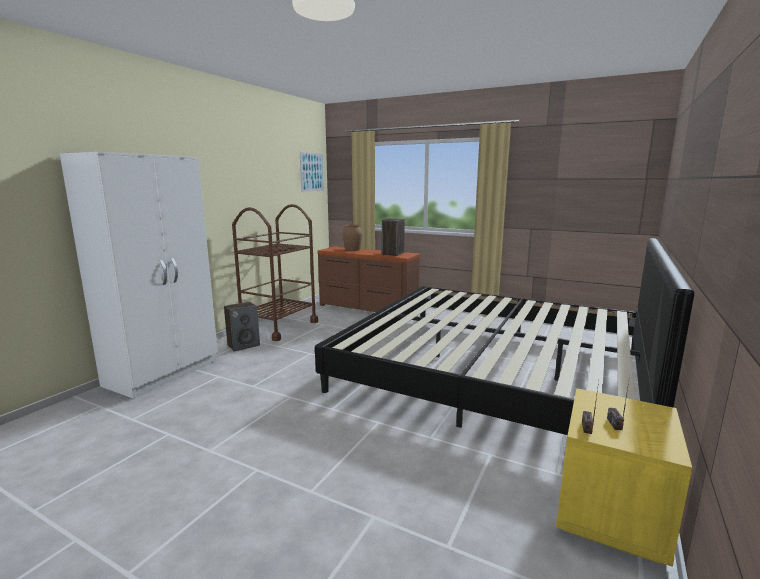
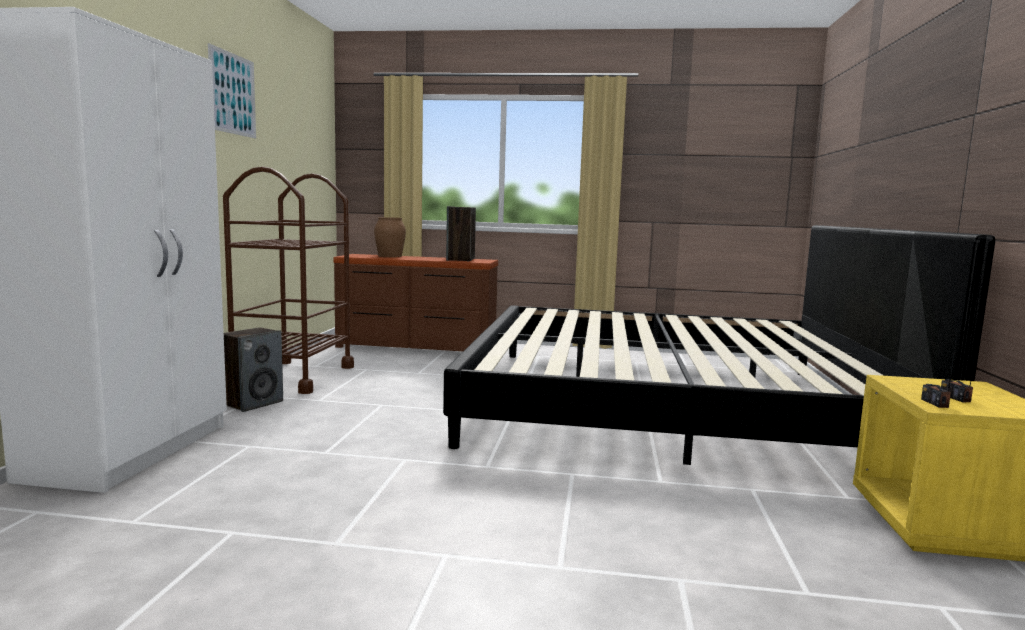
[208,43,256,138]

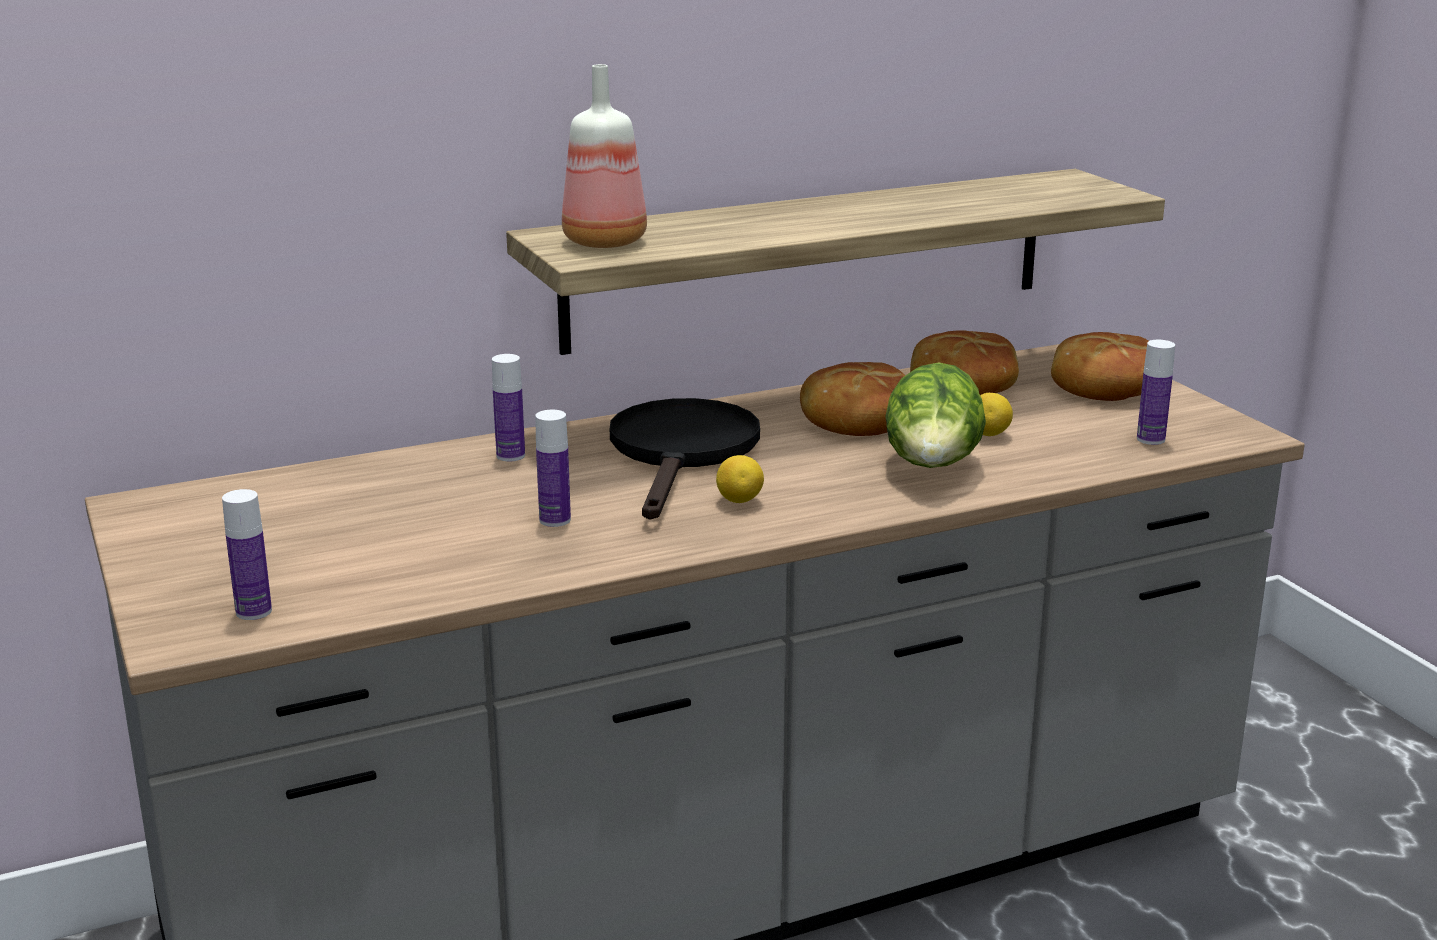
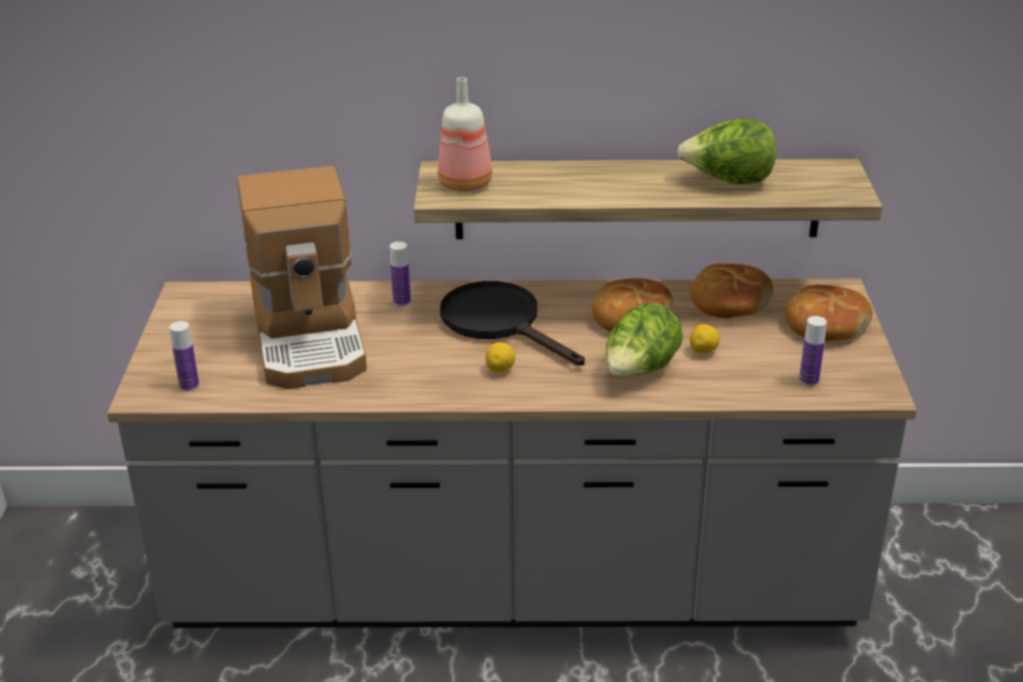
[535,410,571,527] (first image)
[237,166,367,389]
[677,118,776,184]
[440,281,585,366]

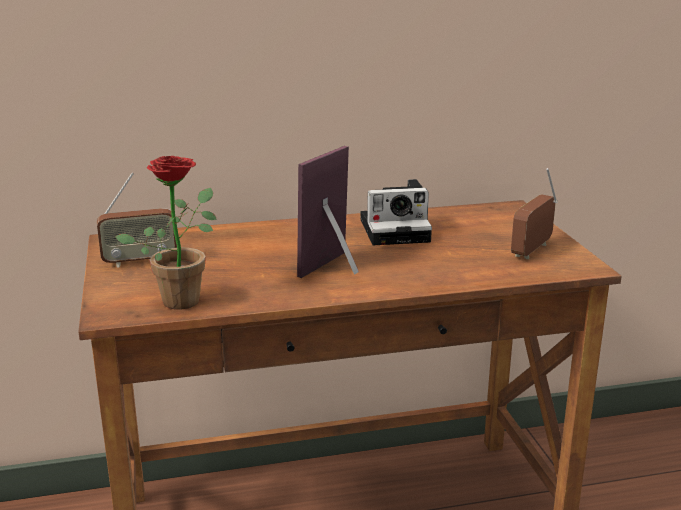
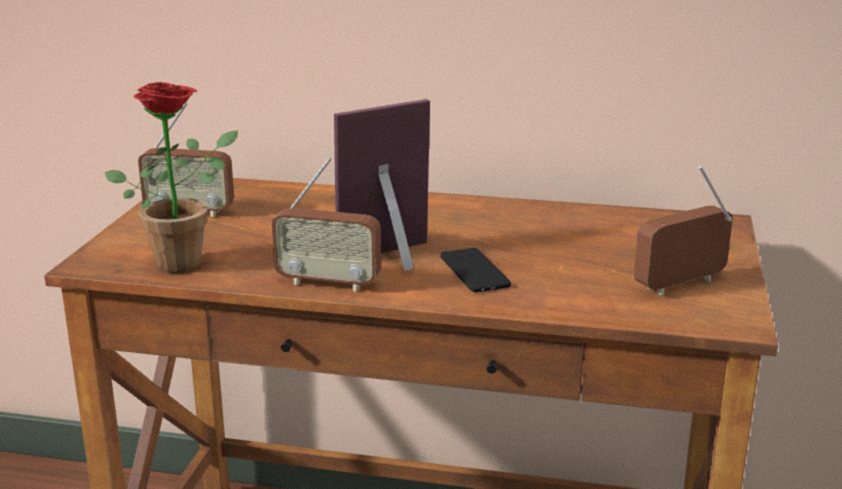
[360,179,432,246] (first image)
[272,157,381,292]
[440,248,511,292]

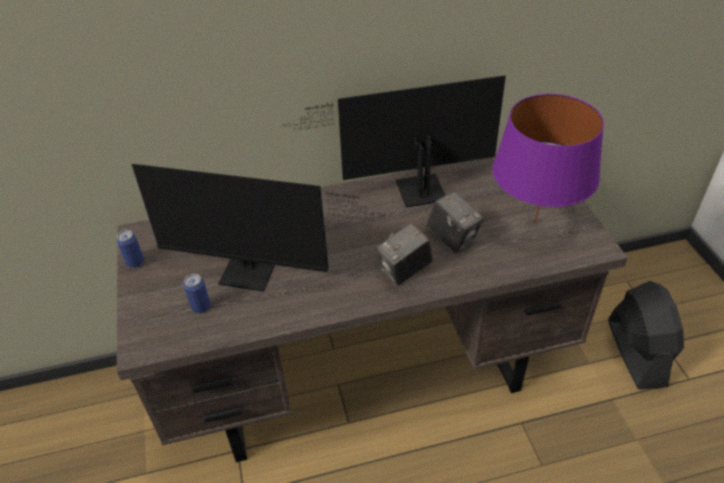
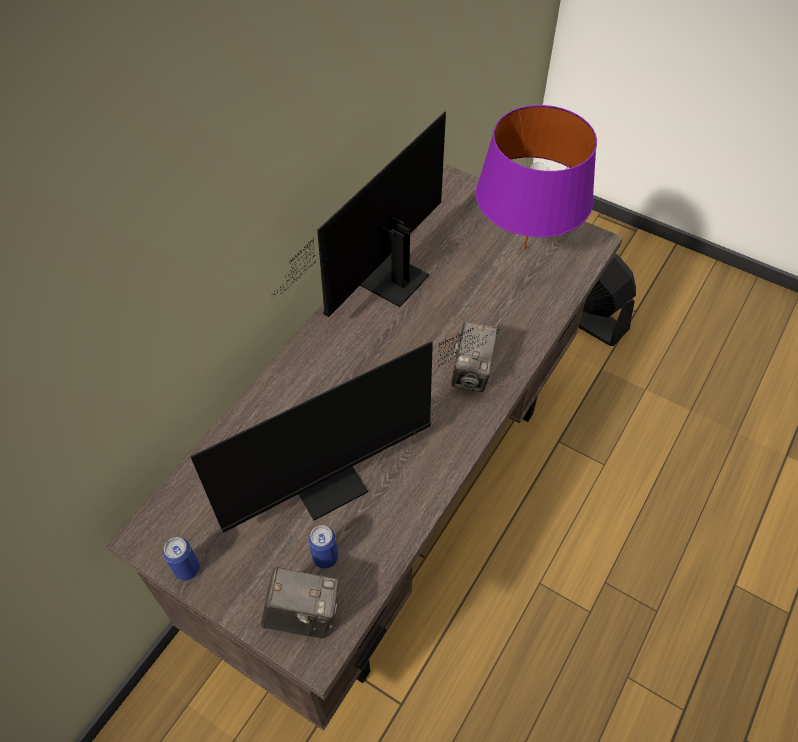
[261,567,339,639]

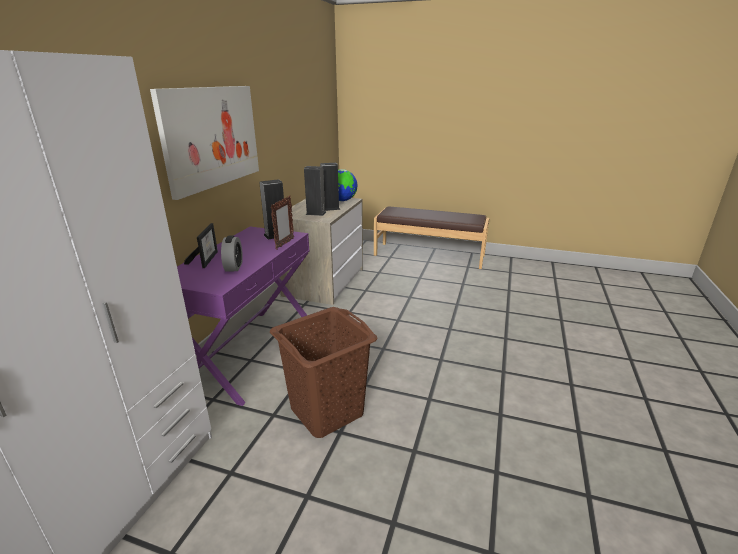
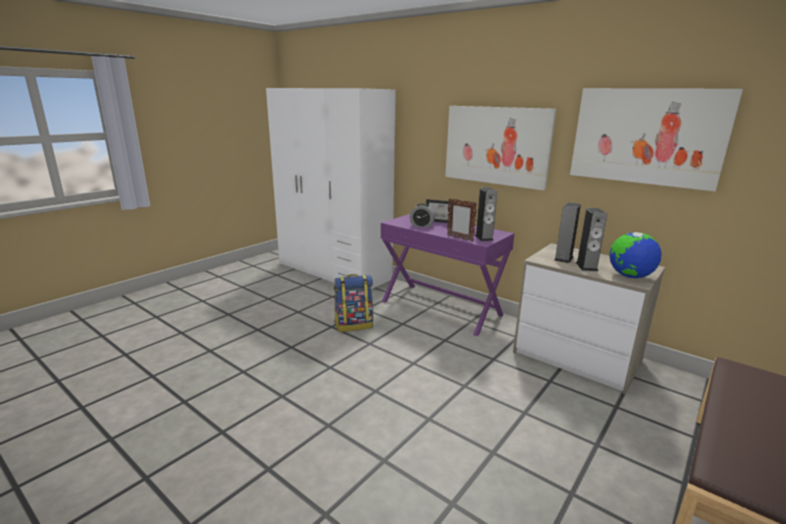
[570,88,743,191]
[334,274,373,332]

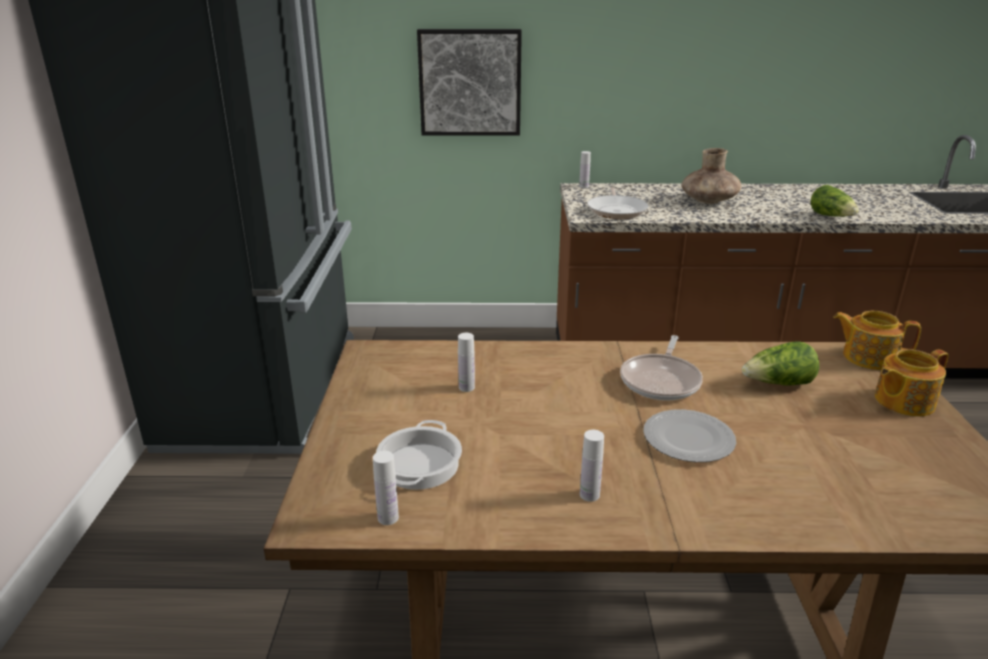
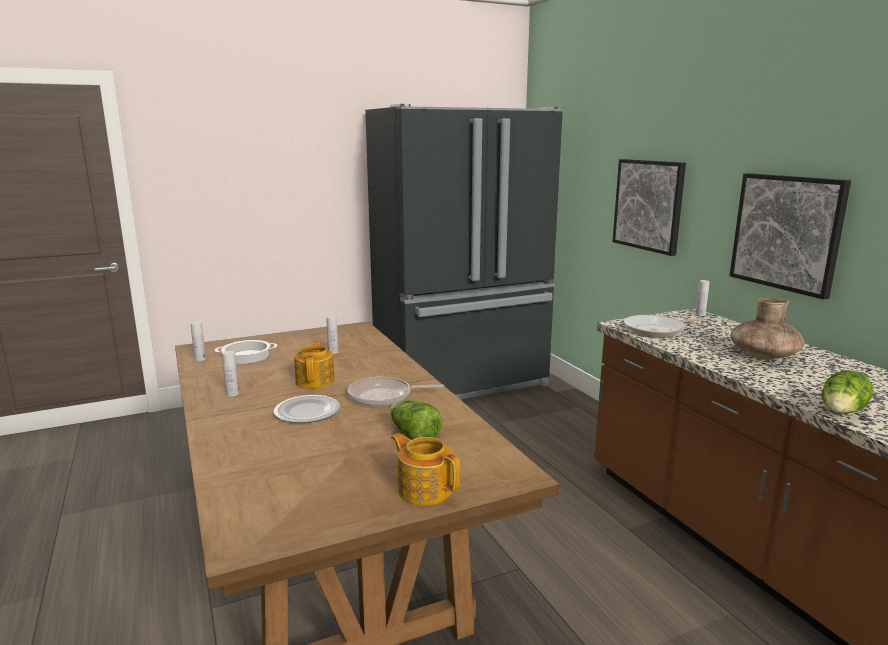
[730,173,851,300]
[294,341,334,389]

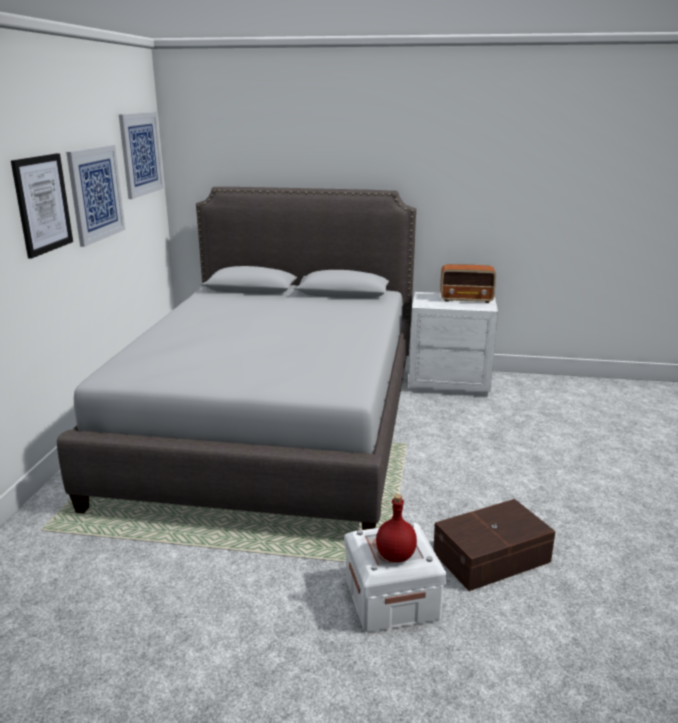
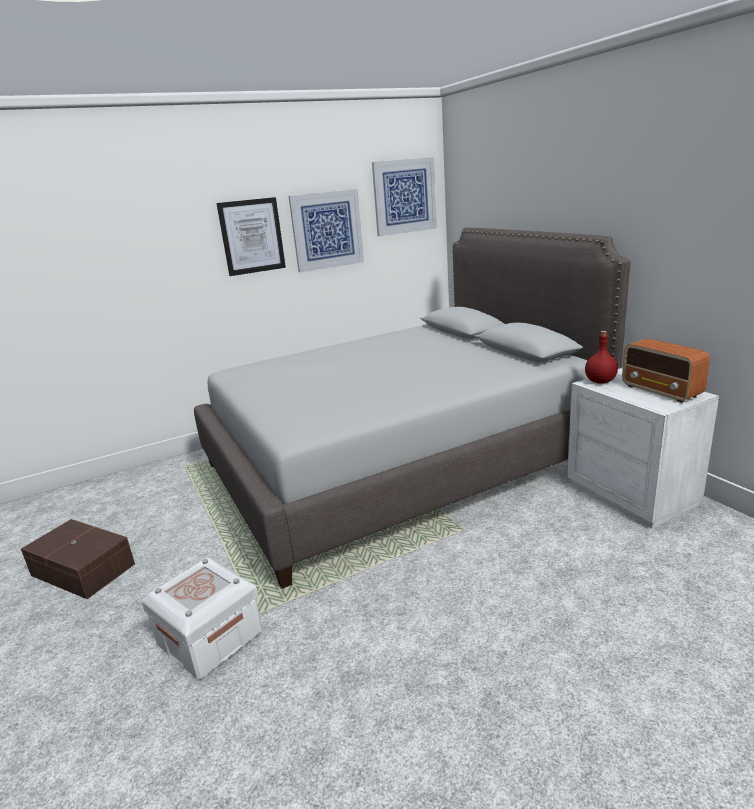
[585,331,618,384]
[21,519,135,599]

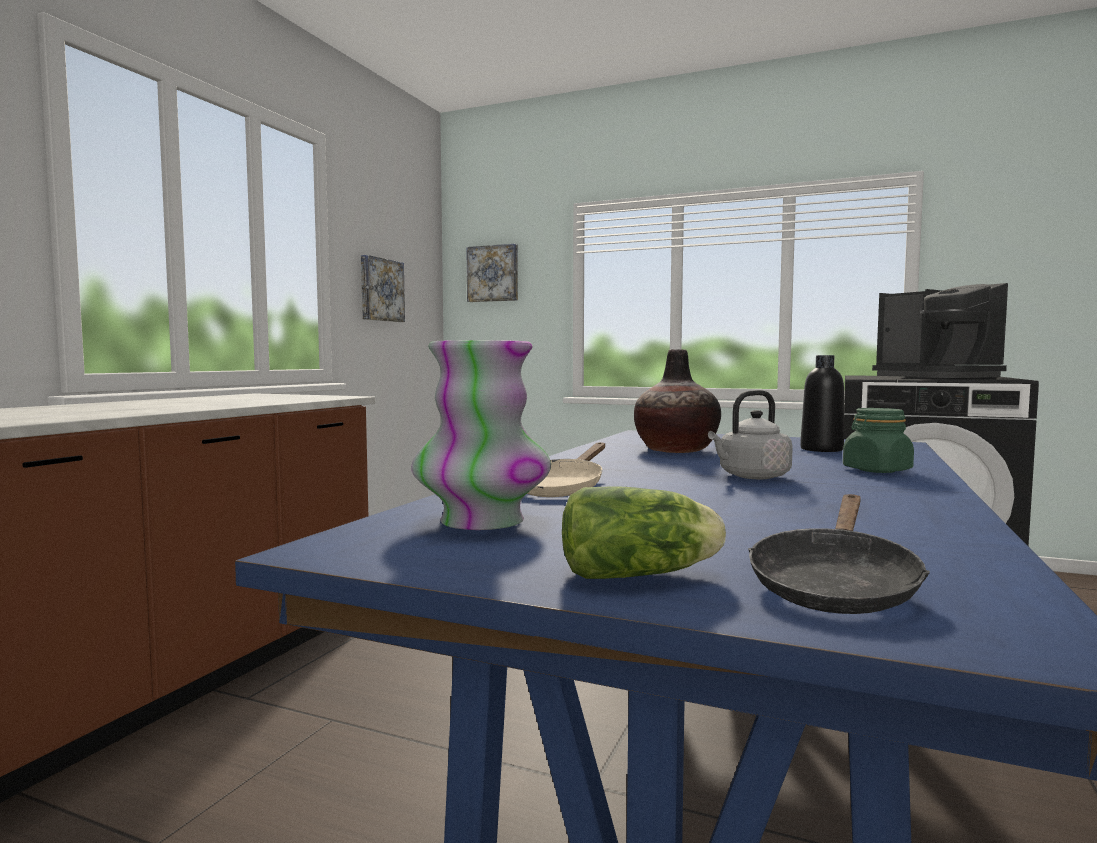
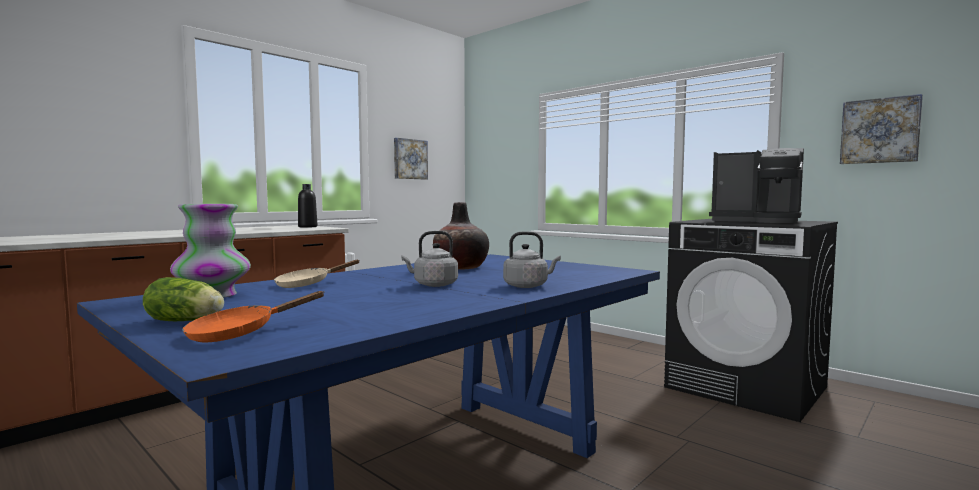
[840,94,923,164]
[298,184,317,228]
[503,232,561,288]
[182,291,325,342]
[709,148,804,223]

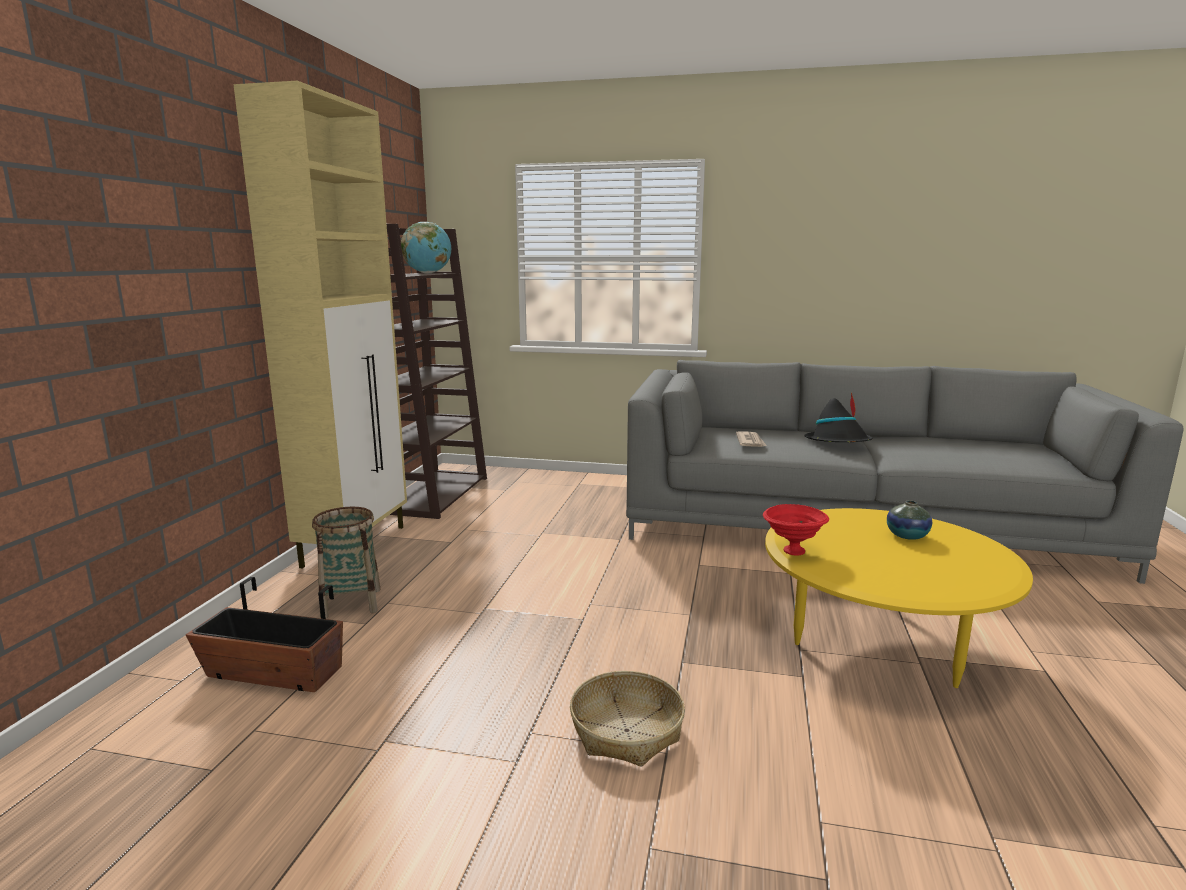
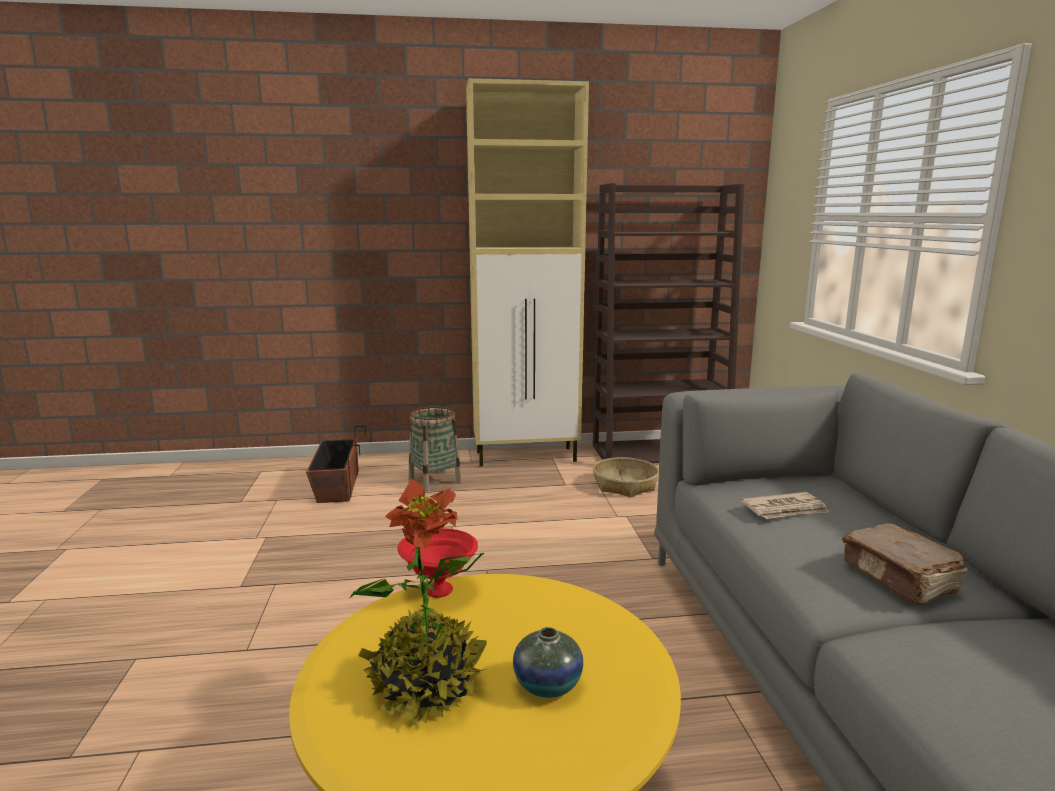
[401,222,451,274] (first image)
[350,479,486,727]
[593,457,659,498]
[842,523,968,605]

